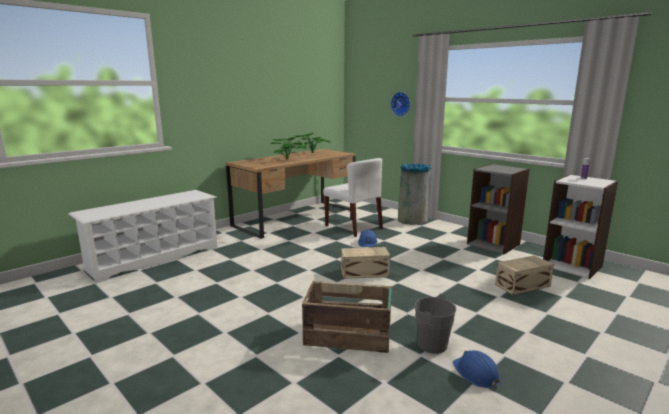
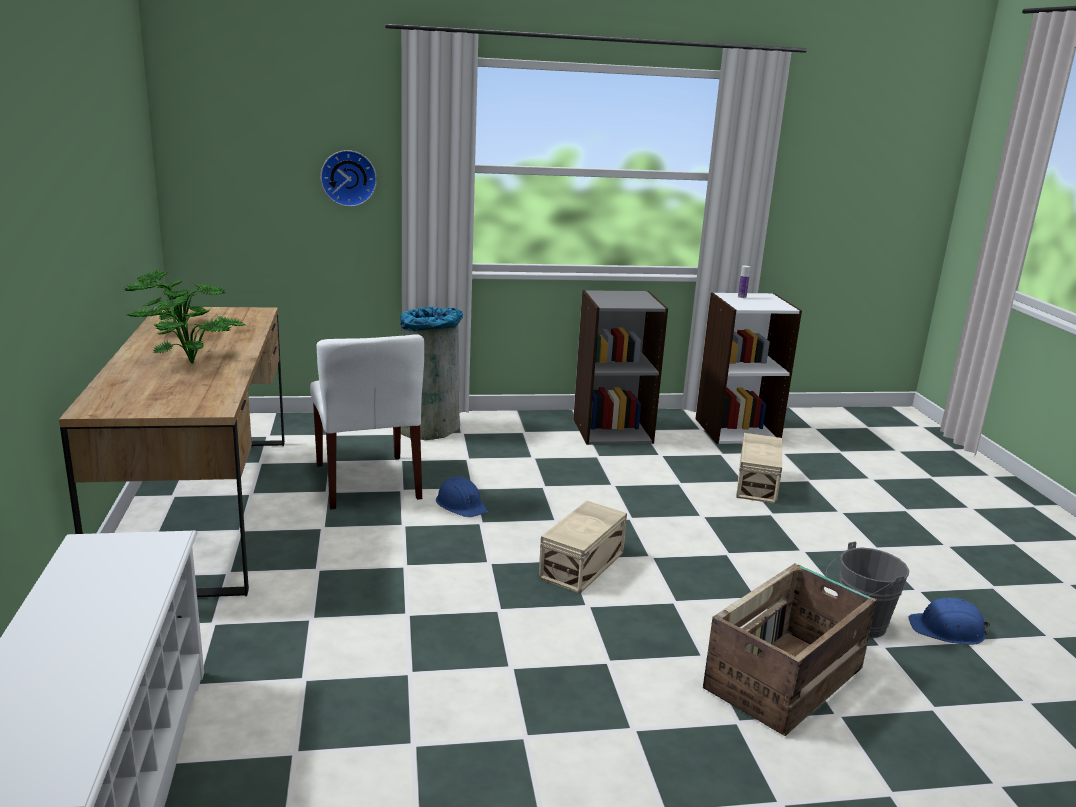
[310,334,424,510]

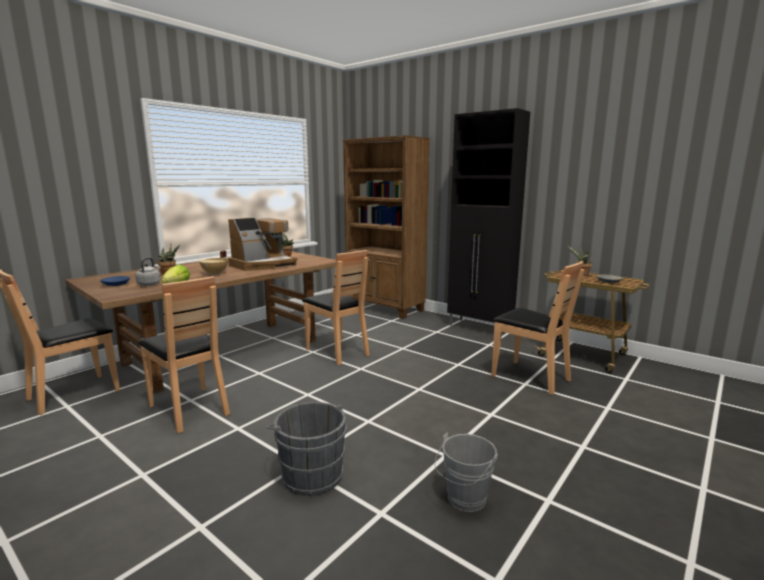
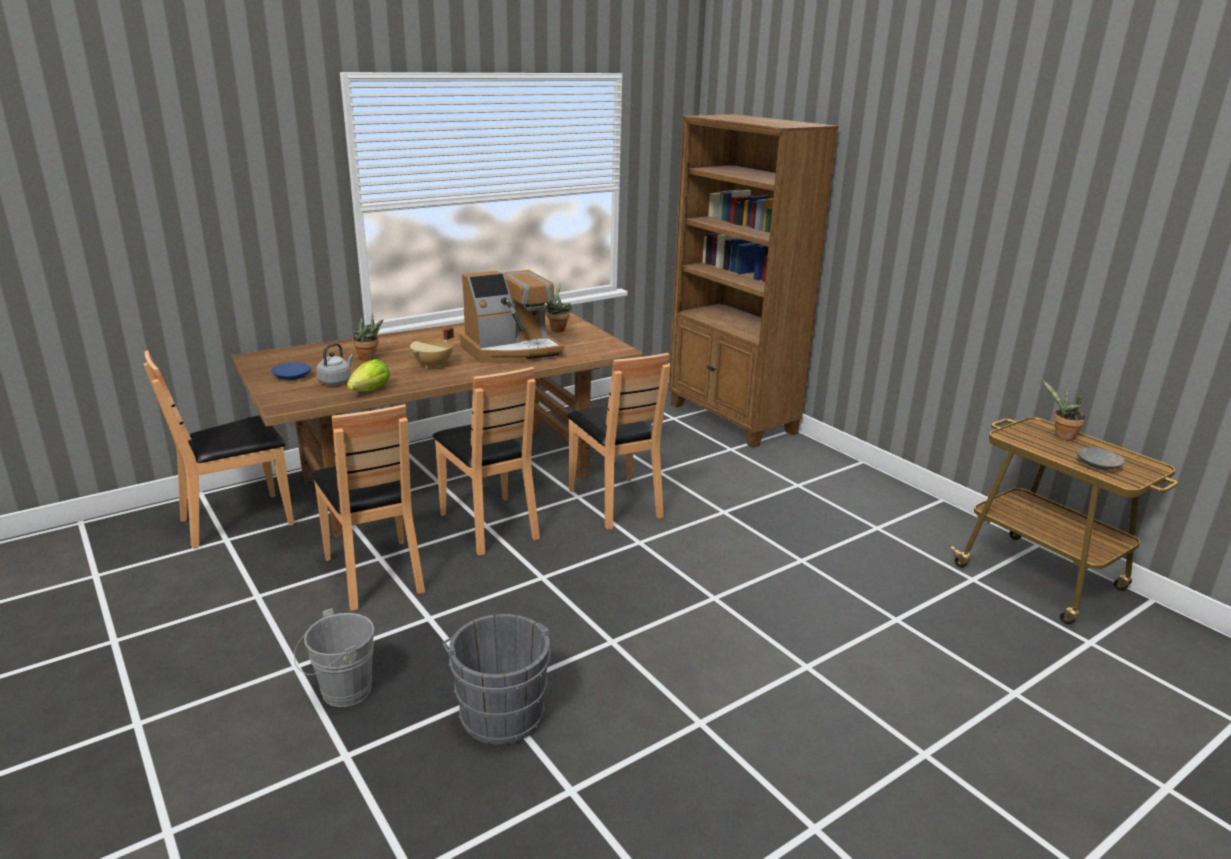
[447,108,530,337] (first image)
[294,608,375,707]
[433,367,540,556]

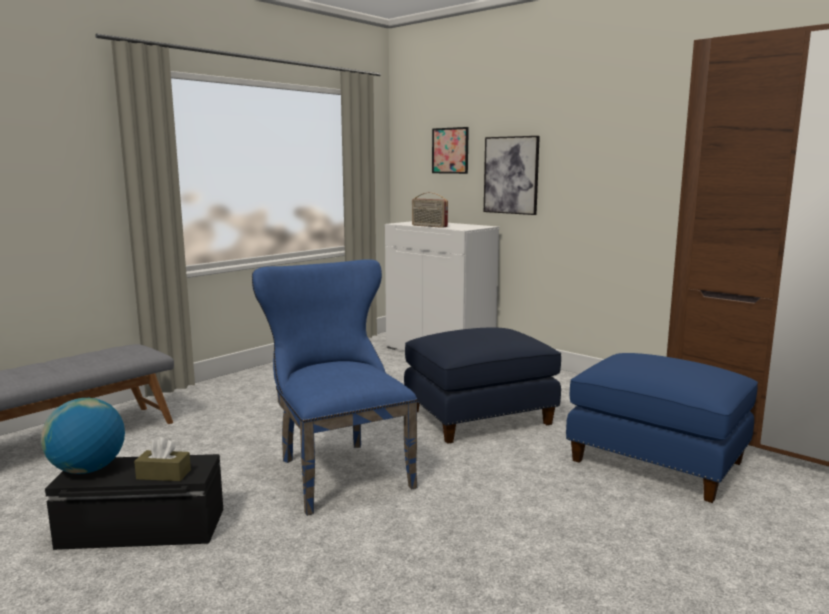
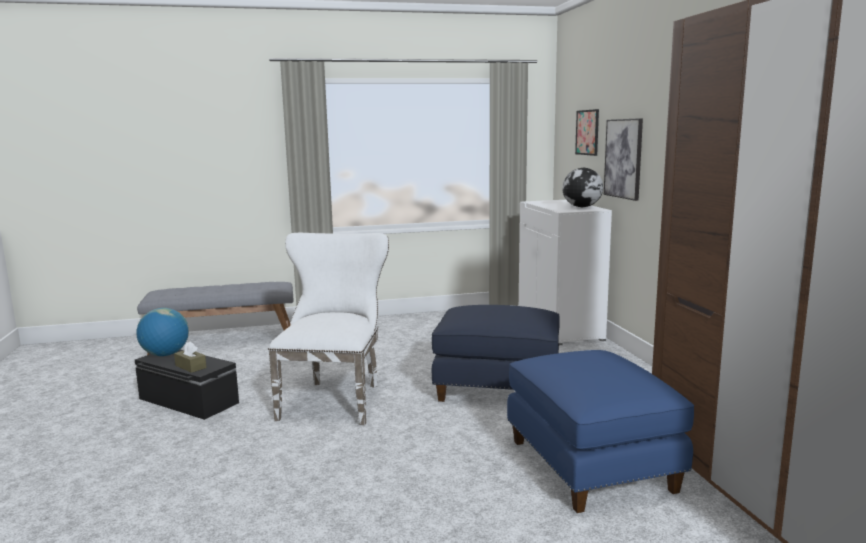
[412,193,448,228] (first image)
[562,168,603,207]
[268,233,389,425]

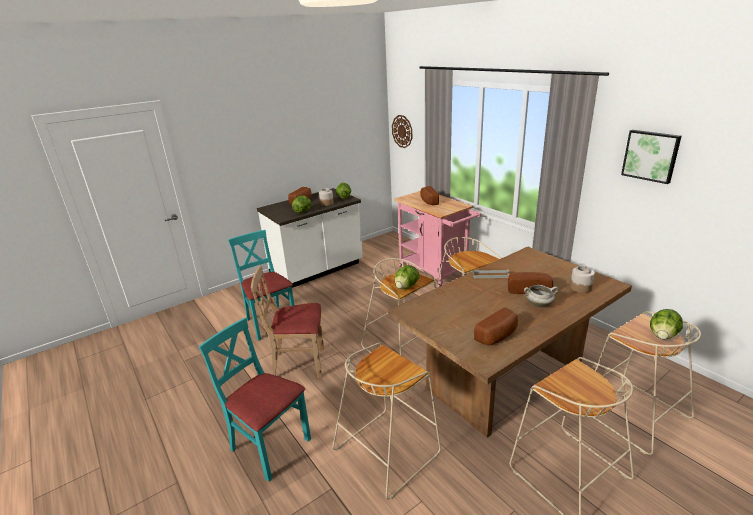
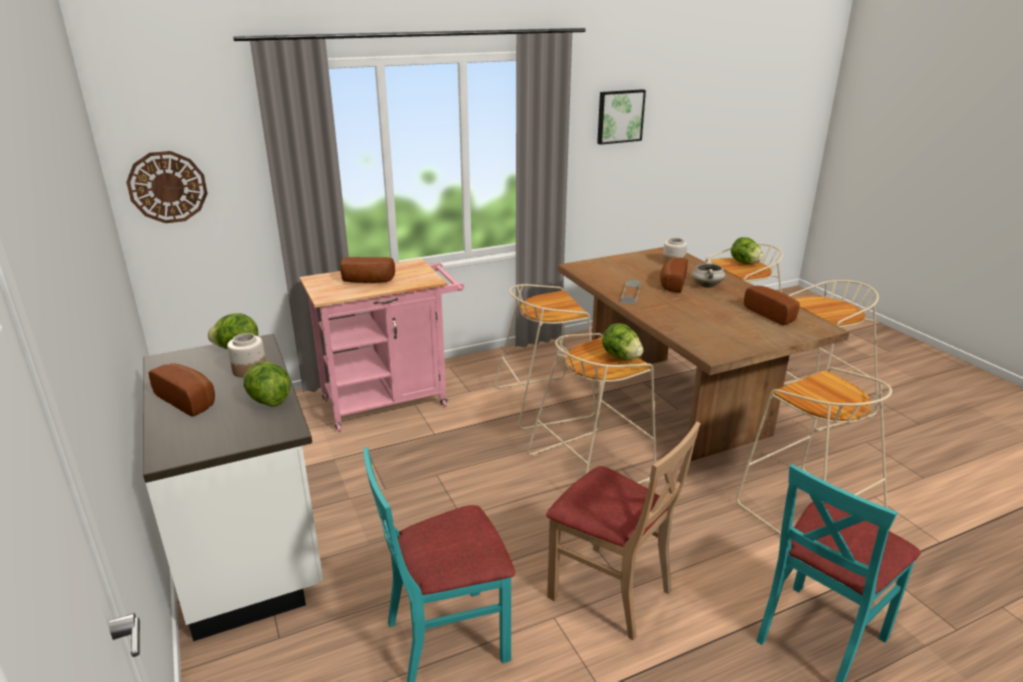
[546,422,700,640]

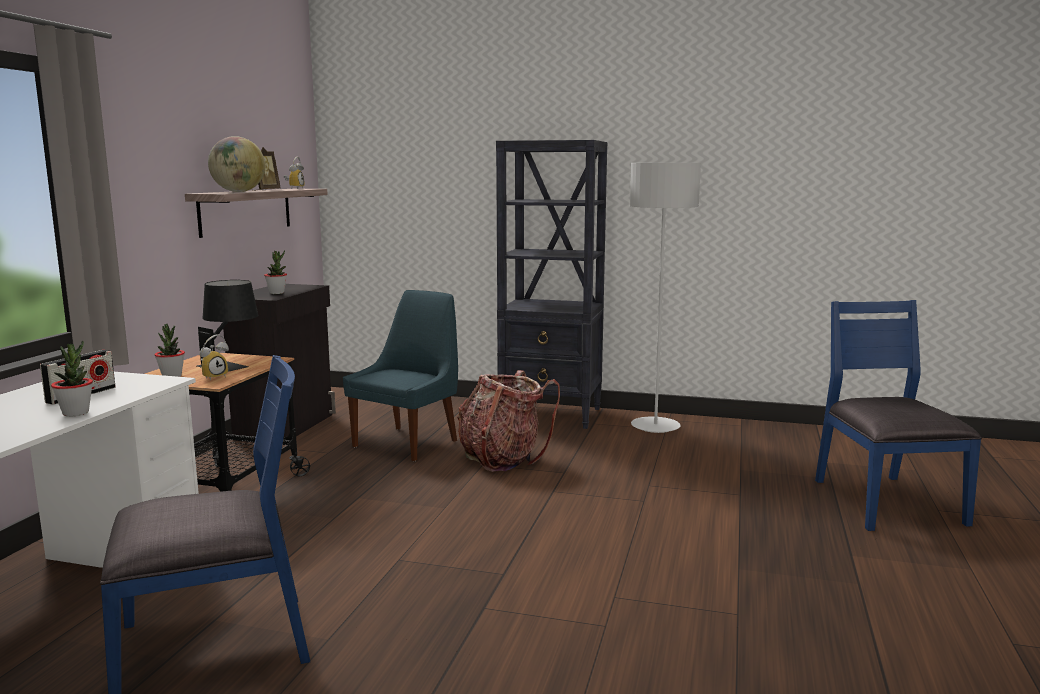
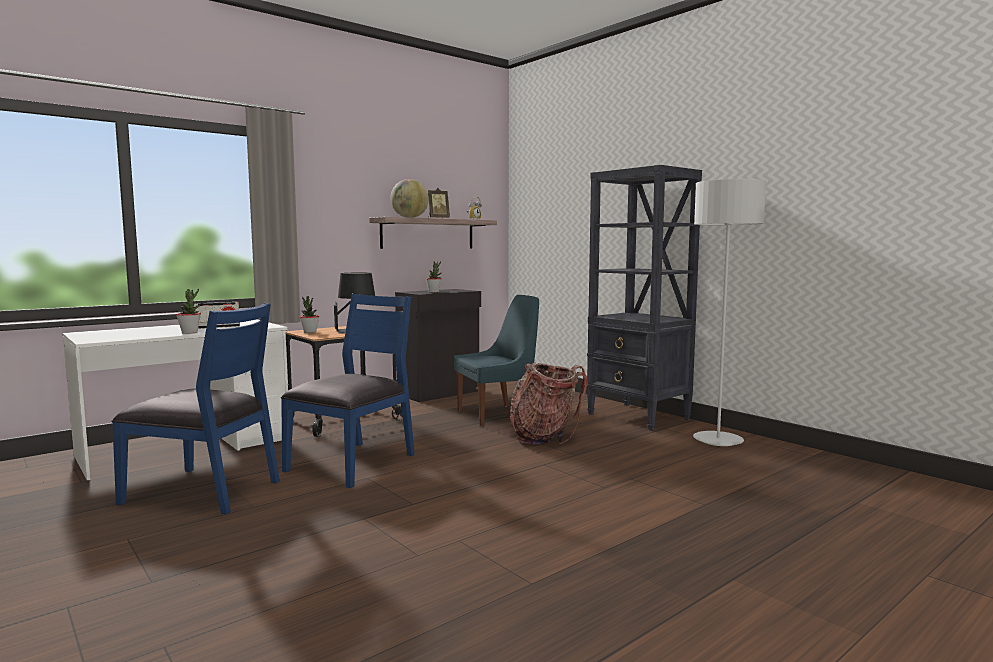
[200,334,229,380] (first image)
[281,294,415,488]

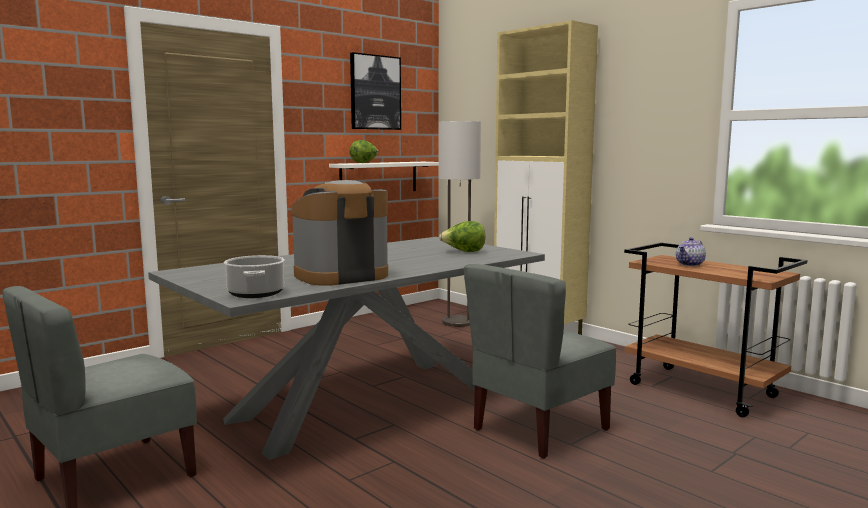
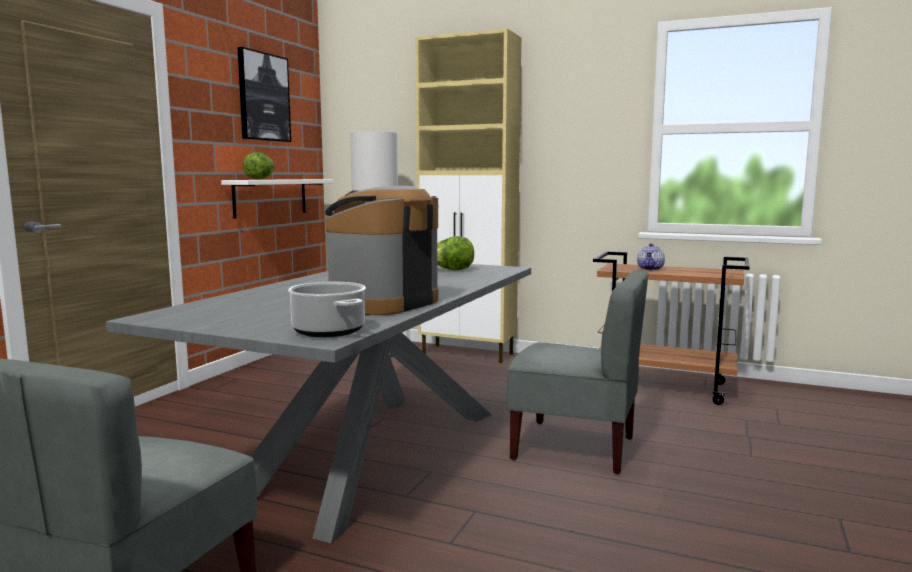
[507,270,648,474]

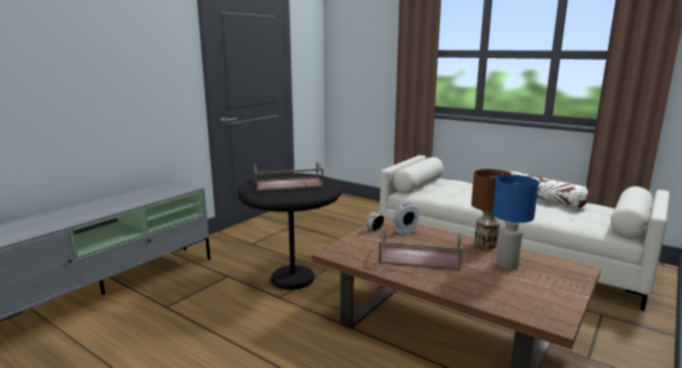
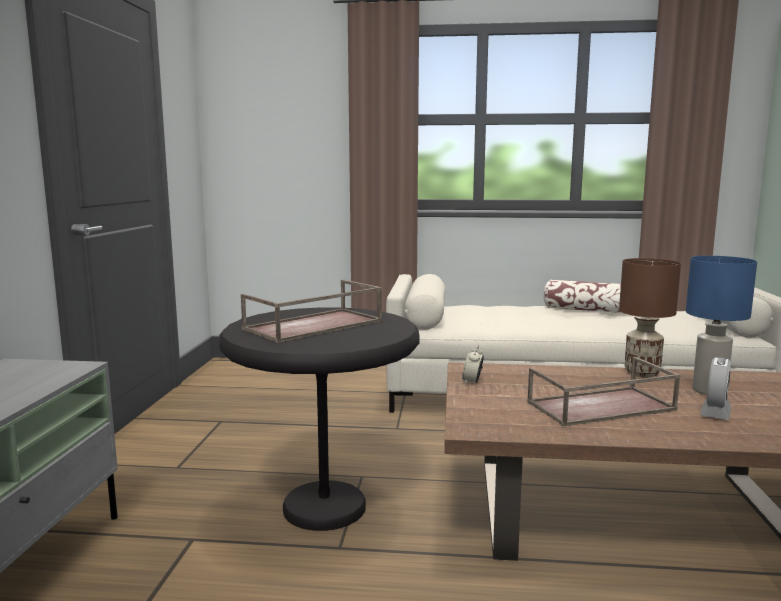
[700,357,731,420]

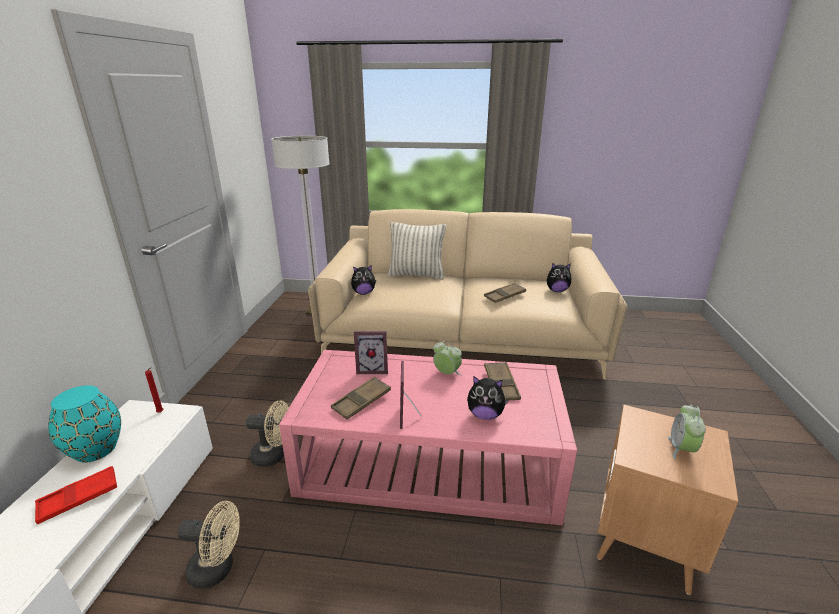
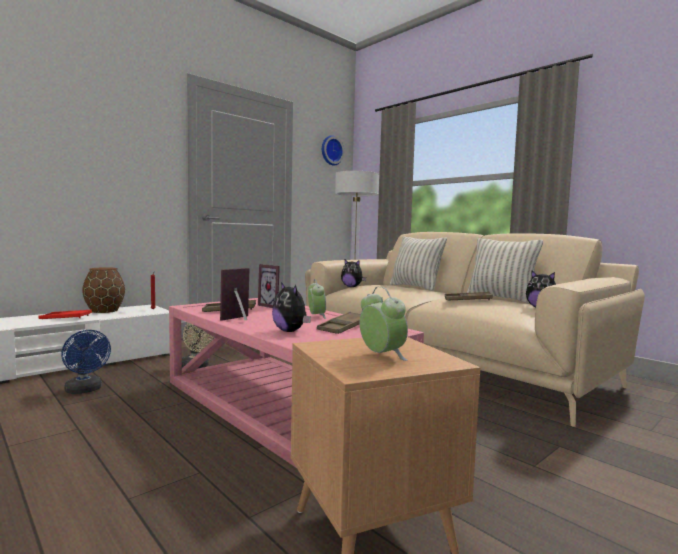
[322,135,344,166]
[467,238,543,304]
[82,267,125,313]
[61,330,111,394]
[360,287,408,361]

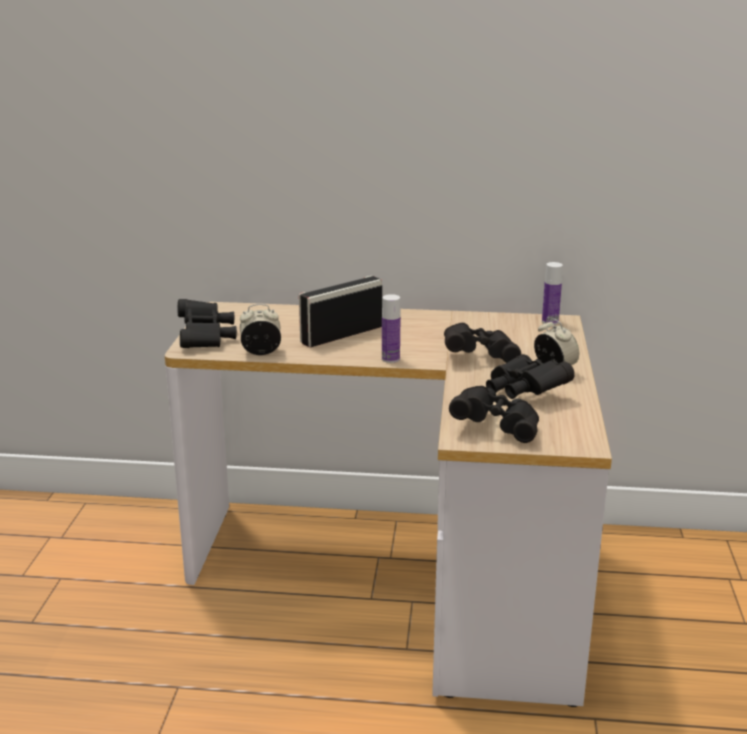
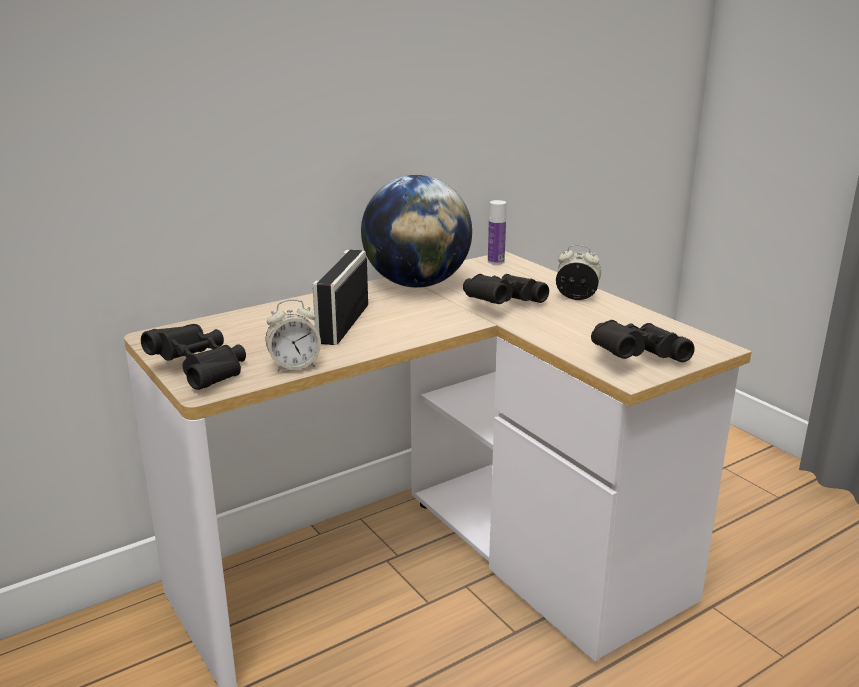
[382,294,401,363] (first image)
[486,354,575,399] (first image)
[361,175,472,288]
[266,299,321,372]

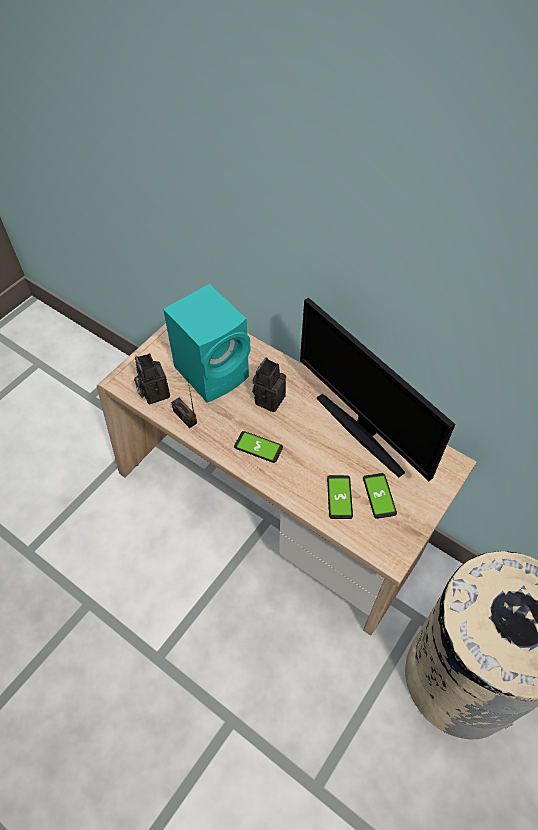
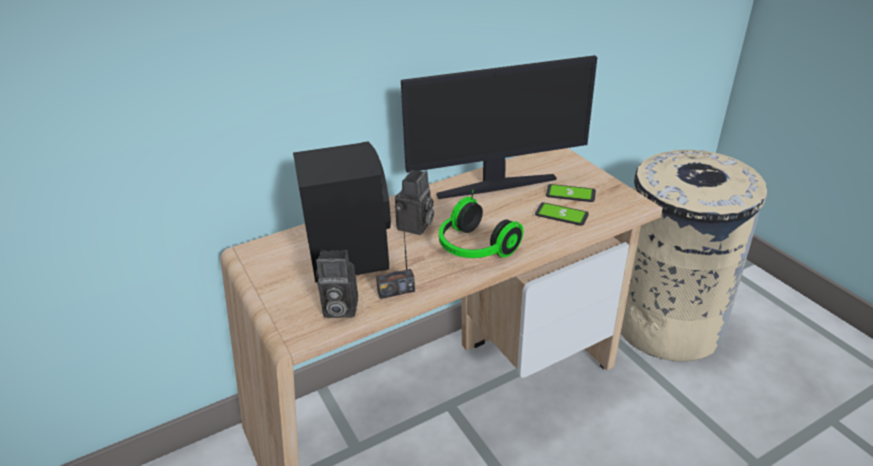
[439,189,524,258]
[293,141,391,283]
[395,170,434,235]

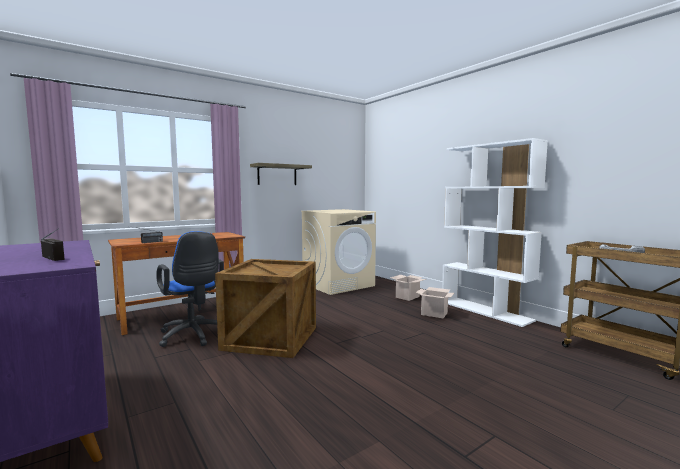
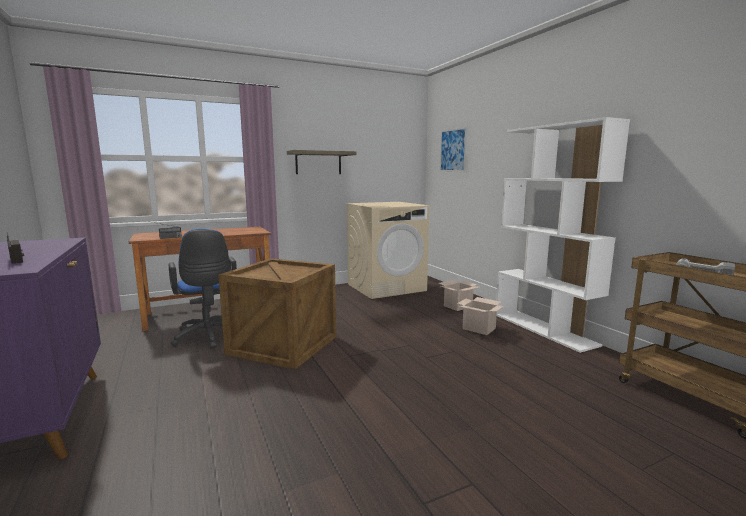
[440,127,467,171]

